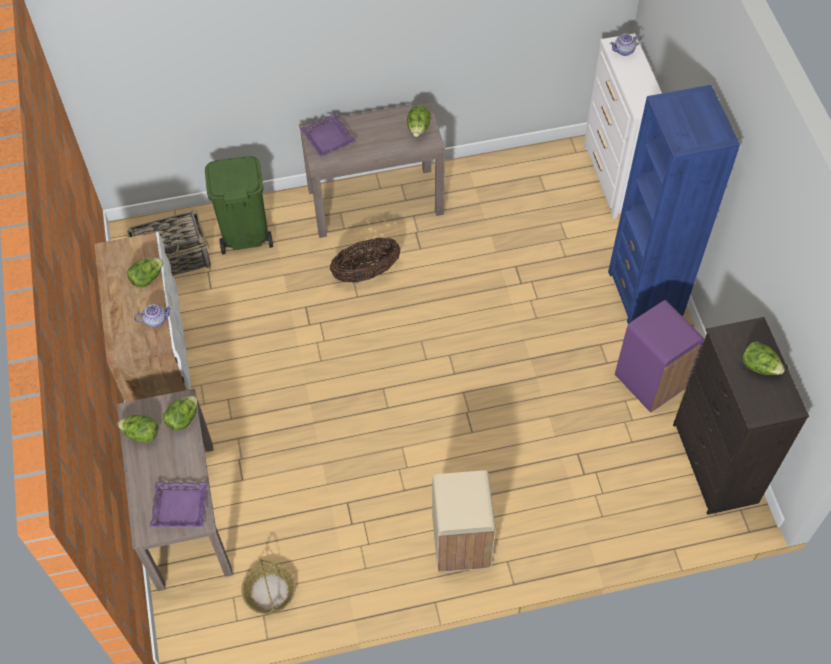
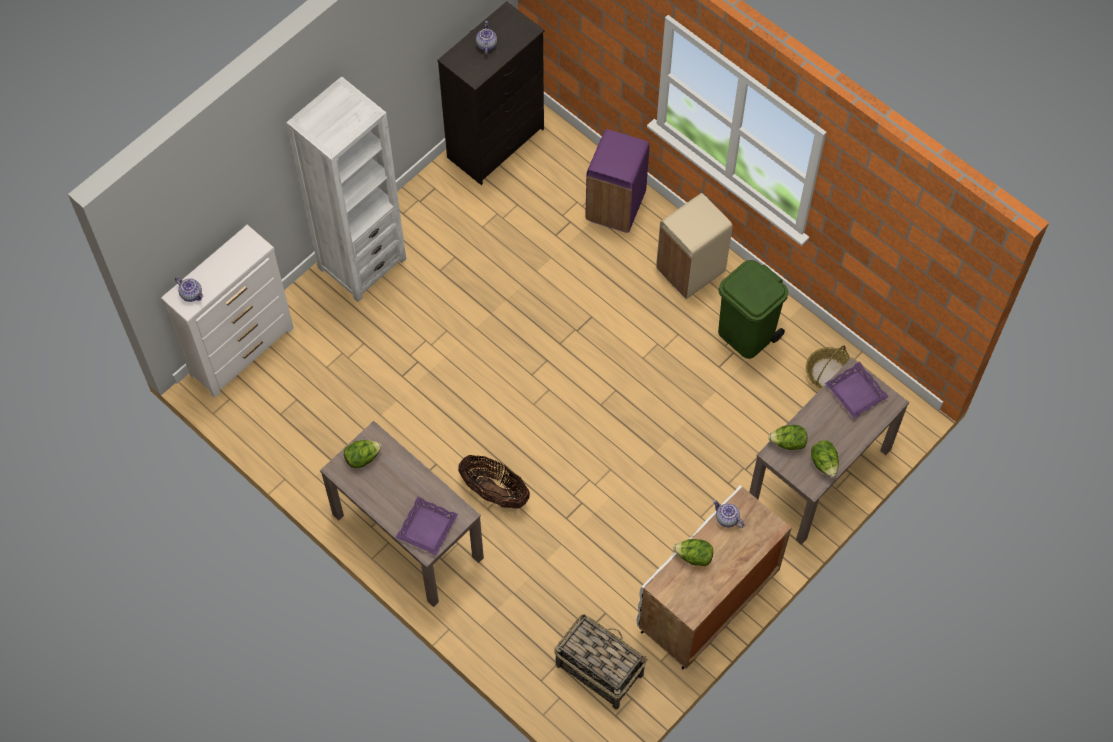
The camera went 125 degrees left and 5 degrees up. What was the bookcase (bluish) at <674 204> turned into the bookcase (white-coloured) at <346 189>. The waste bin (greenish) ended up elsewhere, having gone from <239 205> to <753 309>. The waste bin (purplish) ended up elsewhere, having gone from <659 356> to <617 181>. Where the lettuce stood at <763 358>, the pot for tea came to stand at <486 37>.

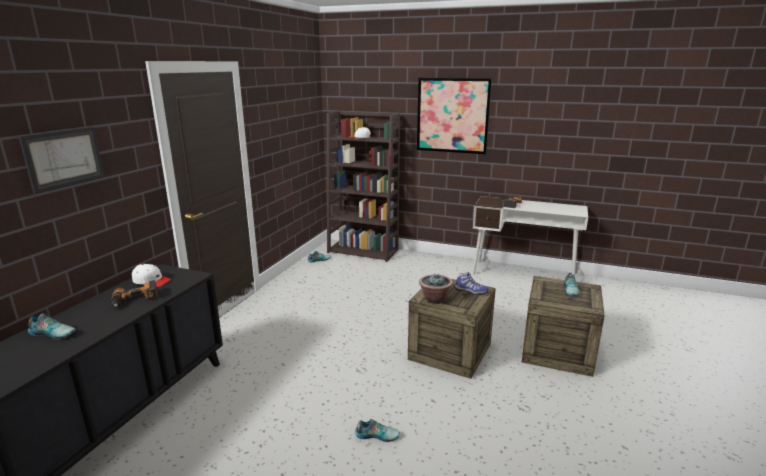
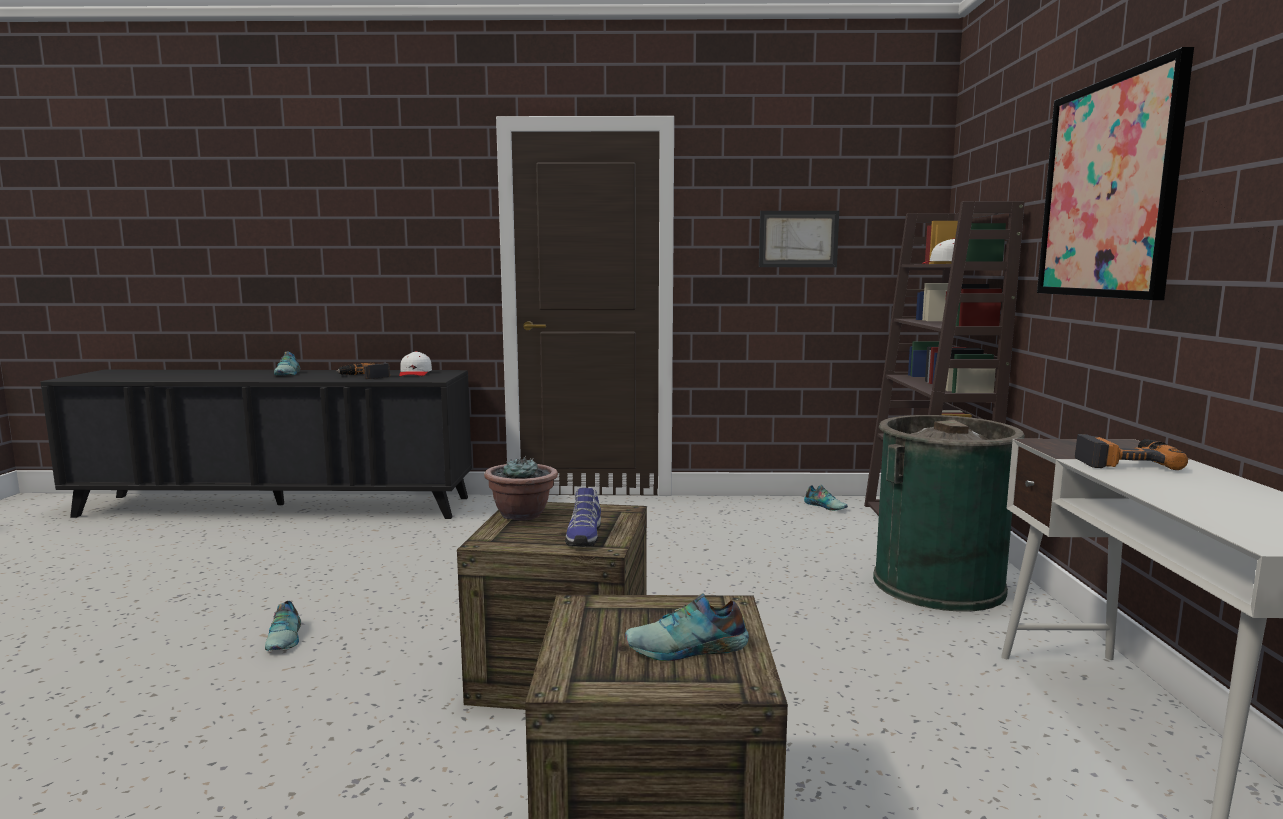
The camera went 70 degrees right and 10 degrees down. The picture ended up elsewhere, having gone from <61 160> to <799 239>. The second view gained the waste bin (greenish) at <949 513>.

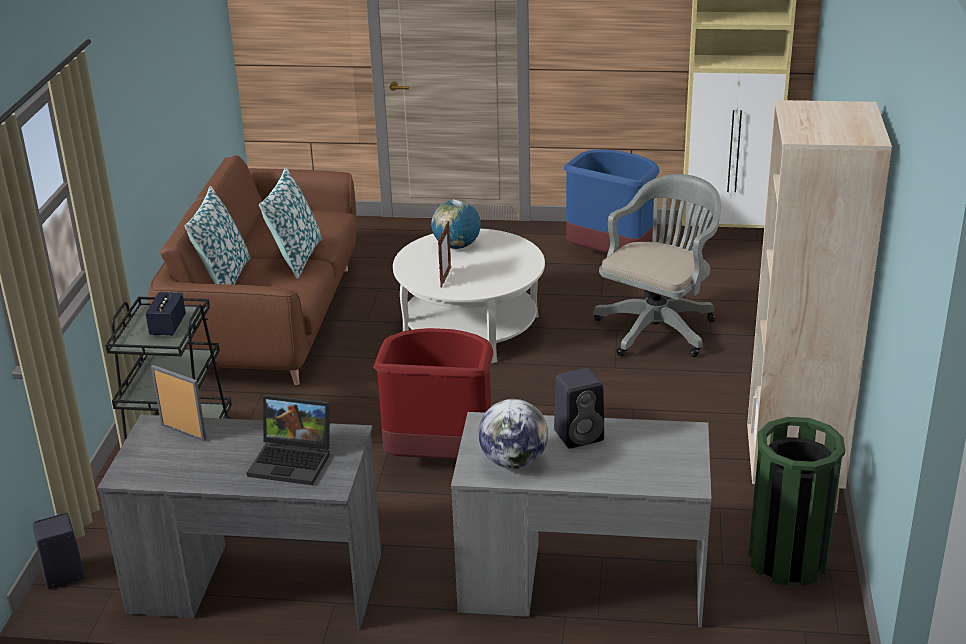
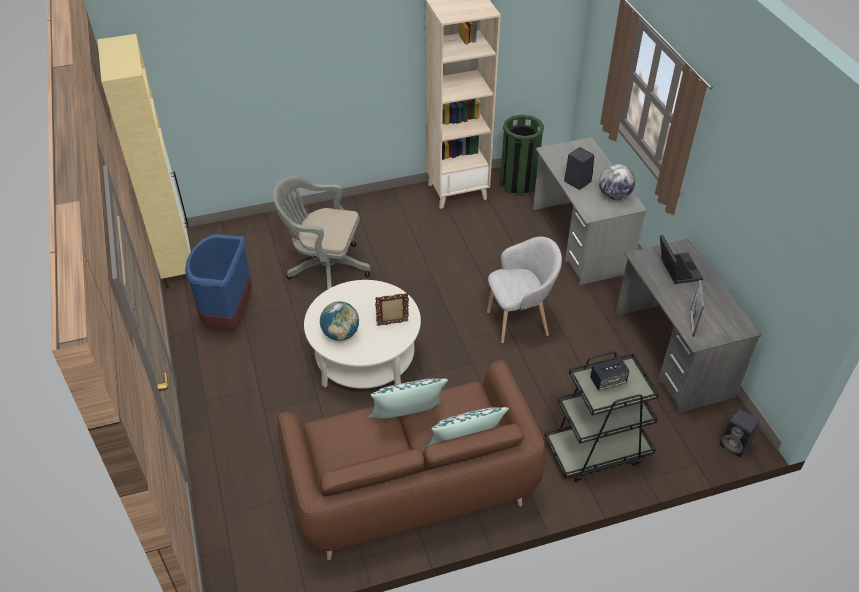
The camera went 115 degrees left and 15 degrees up. Where the waste bin (red-coloured) stood at <433 394>, the armchair (greyish) came to stand at <524 290>.

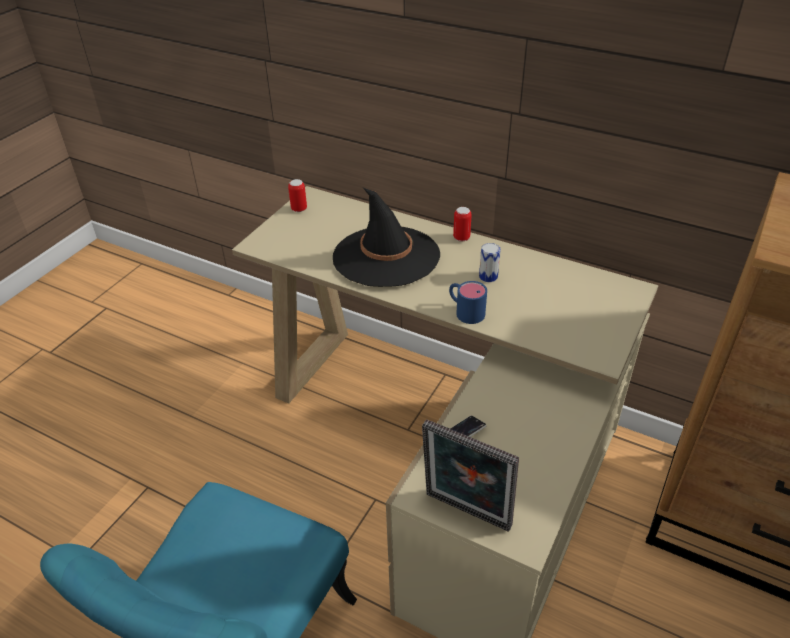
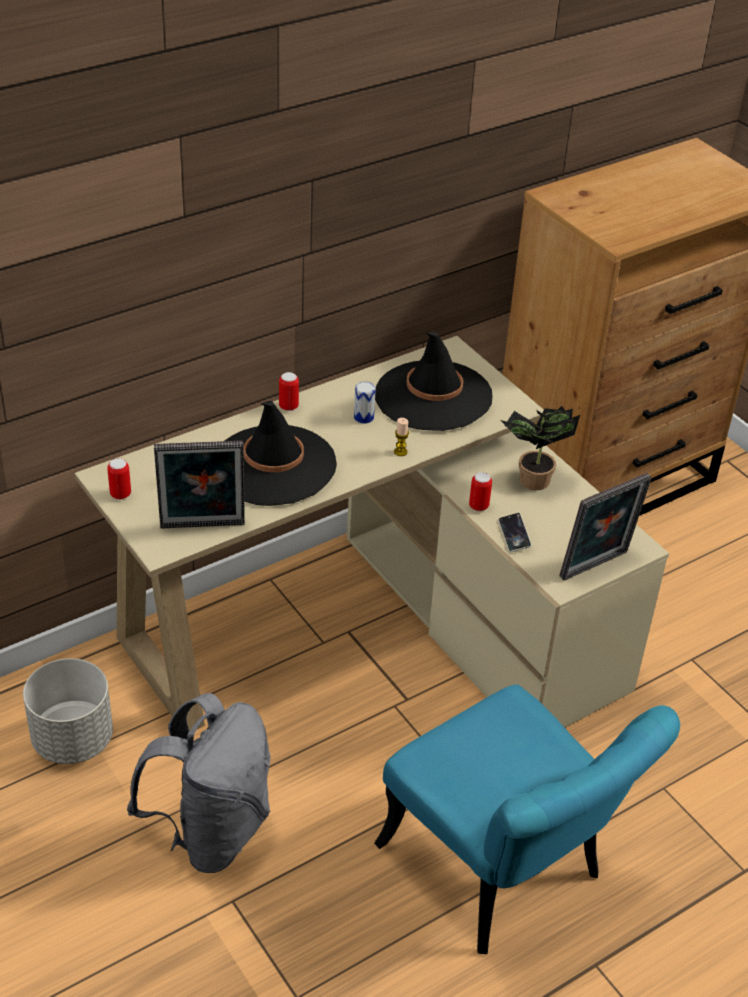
The camera went 65 degrees left and 0 degrees up. Where the tea mug (bluish) stood at <468 302>, the wax light came to stand at <401 437>. The second view gained the hat (black) at <433 381>. The second view gained the houseplant at <540 448>. The second view gained the standing frame at <199 485>. The second view gained the sealed can at <480 491>. The second view gained the planter (greyish) at <68 711>. The second view gained the knapsack (greyish) at <199 783>.

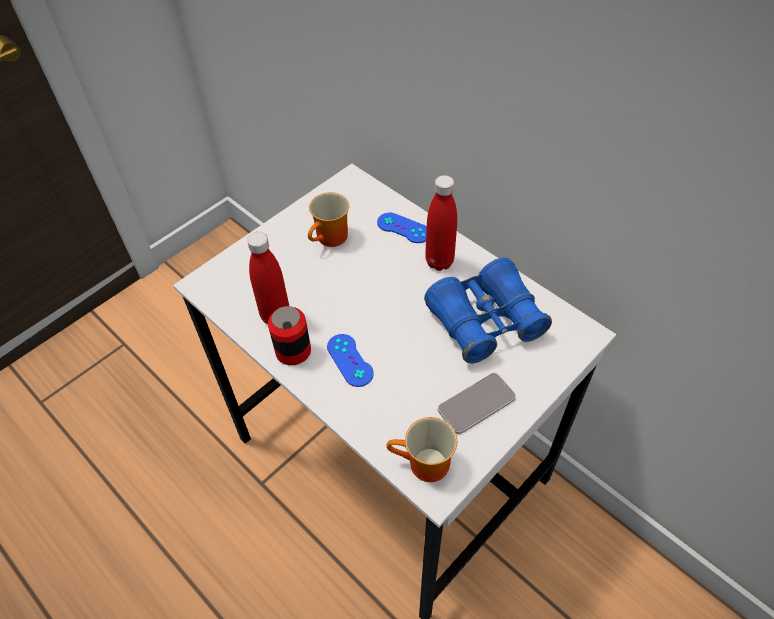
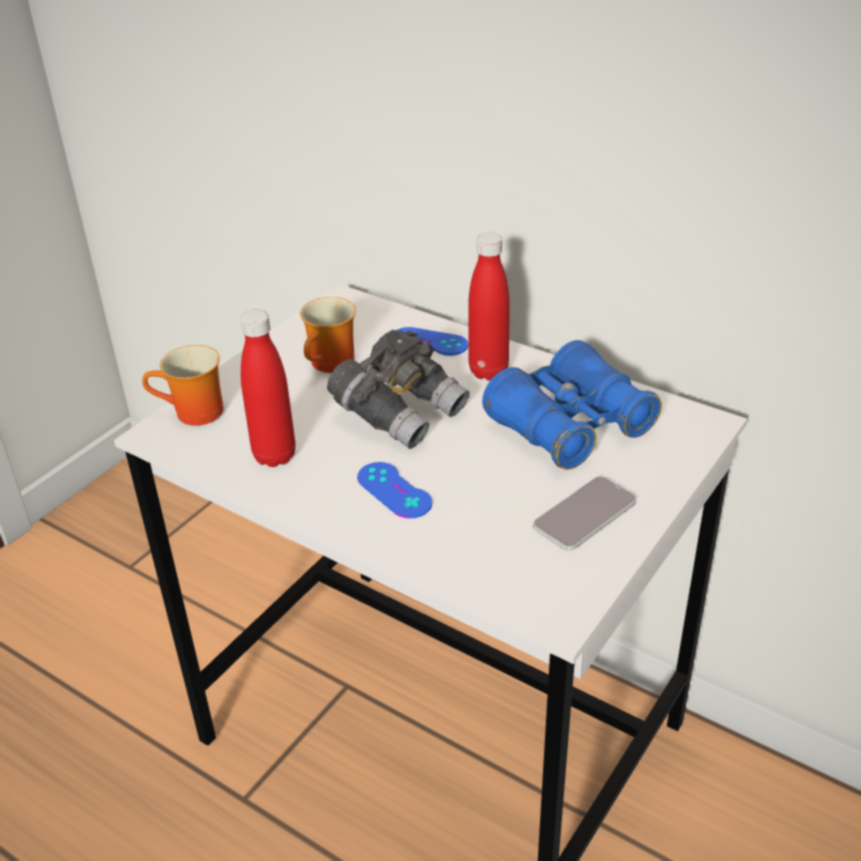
The camera went 10 degrees left and 15 degrees down. The second view lost the sealed can at <289 335>. The tea mug ended up elsewhere, having gone from <422 449> to <182 385>. The second view gained the binoculars (greyish) at <398 389>.

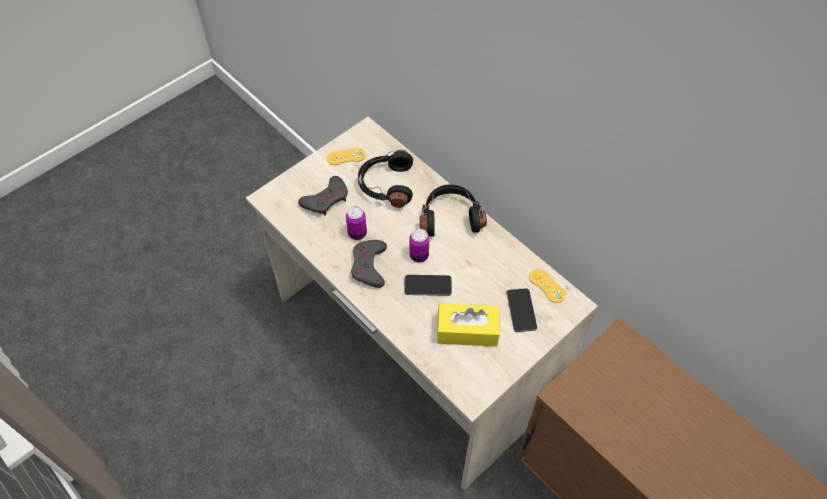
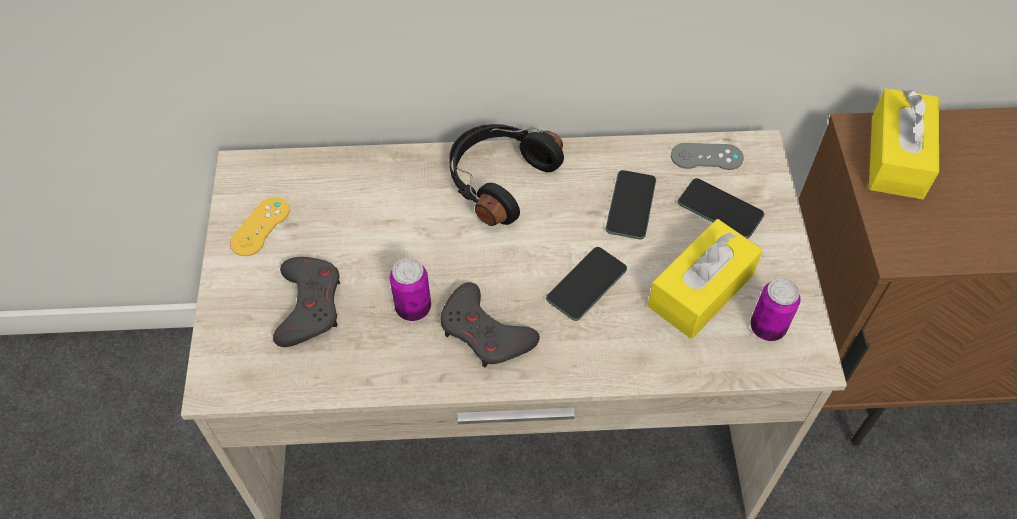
The camera went 50 degrees left and 0 degrees up. The second view lost the headset (black) at <385 179>. The sealed can ended up elsewhere, having gone from <419 245> to <775 309>. What was the joypad (yellow) at <547 286> turned into the joypad (greyish) at <707 156>. The second view gained the box of tissues (yellow) at <904 143>. The second view gained the handset at <631 204>.

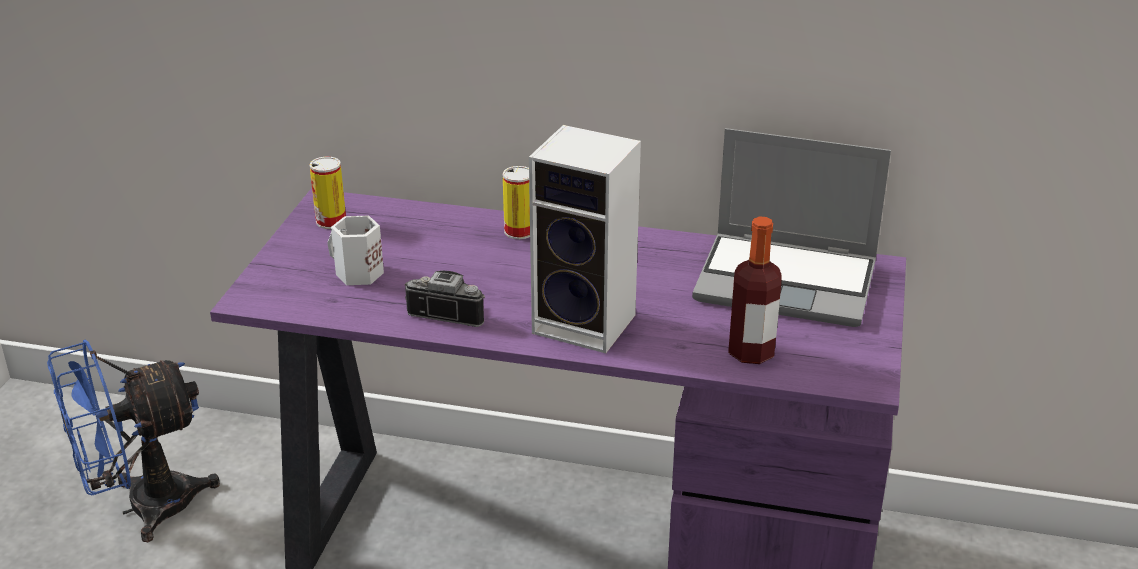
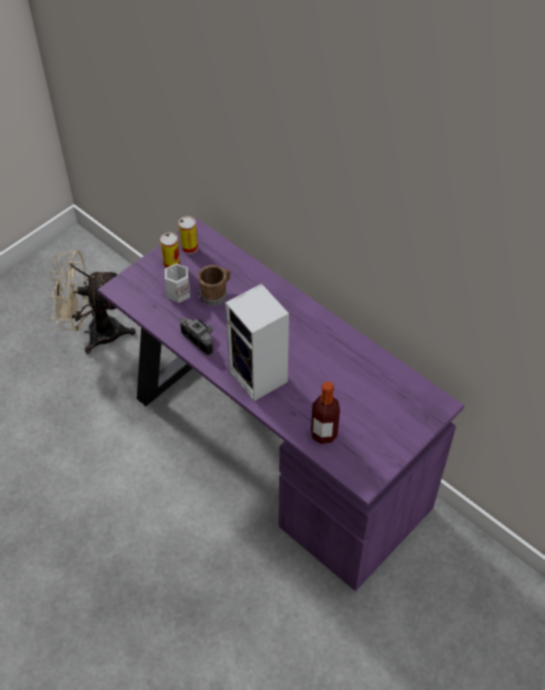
The camera went 30 degrees right and 20 degrees up. The second view lost the portable computer at <791 227>. The sealed can ended up elsewhere, having gone from <516 202> to <170 250>. What was the cooling fan (bluish) at <133 441> turned into the cooling fan (beige) at <92 302>. The second view gained the tea mug (brown-coloured) at <214 285>.

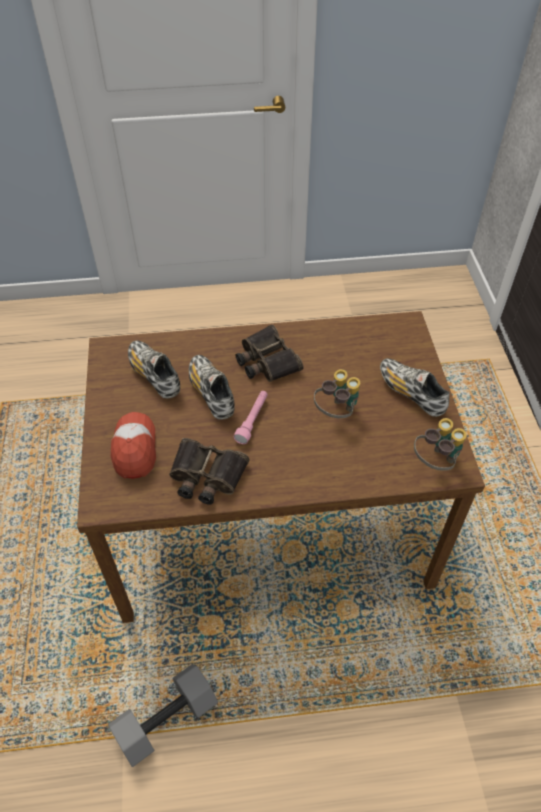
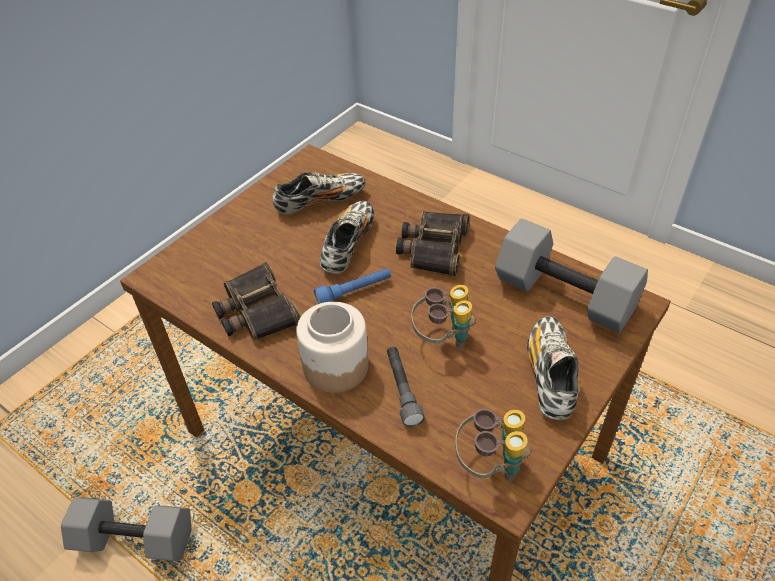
The camera went 45 degrees right and 5 degrees down. The item of footwear at <154 369> ended up facing another way, 60 degrees clockwise from before. What was the hand torch (pink) at <250 417> turned into the hand torch (bluish) at <352 286>. The second view lost the peaked cap at <133 445>. The second view gained the free weight (greyish) at <571 275>. The second view gained the storage jar at <332 347>. The second view gained the hand torch (greyish) at <406 387>.

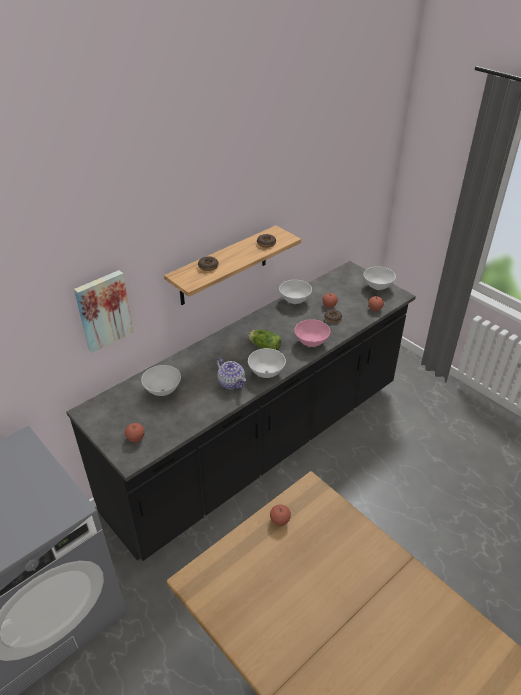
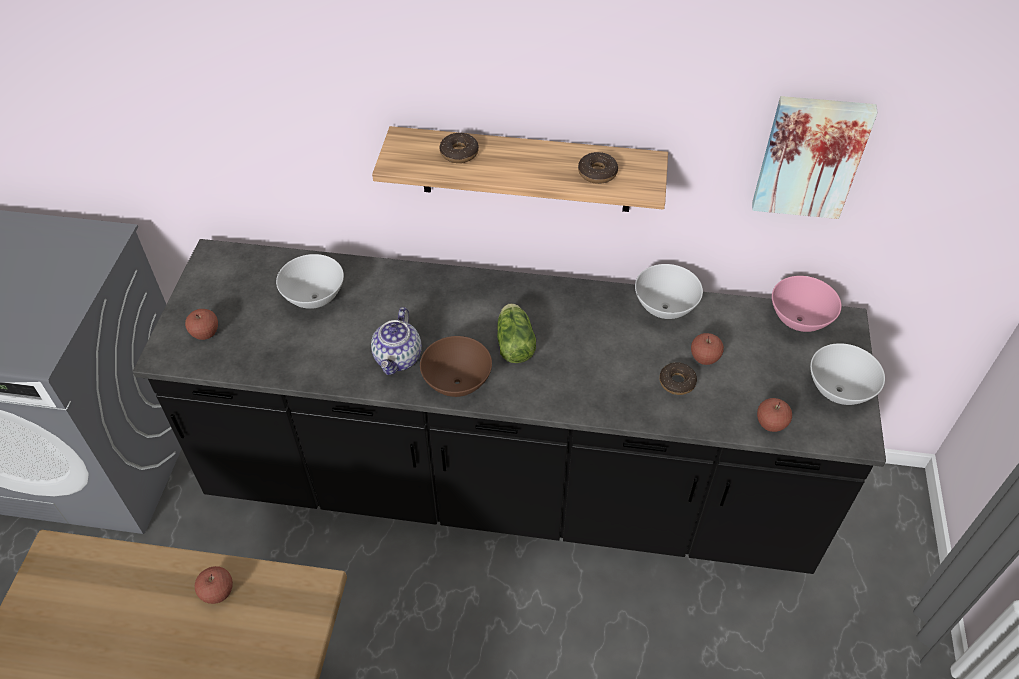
The camera went 50 degrees right and 10 degrees up. The picture ended up elsewhere, having gone from <103 311> to <815 157>. The serving bowl (pink) ended up elsewhere, having gone from <312 333> to <807 304>. What was the serving bowl (white-coloured) at <267 363> turned into the serving bowl (brown-coloured) at <456 366>.

